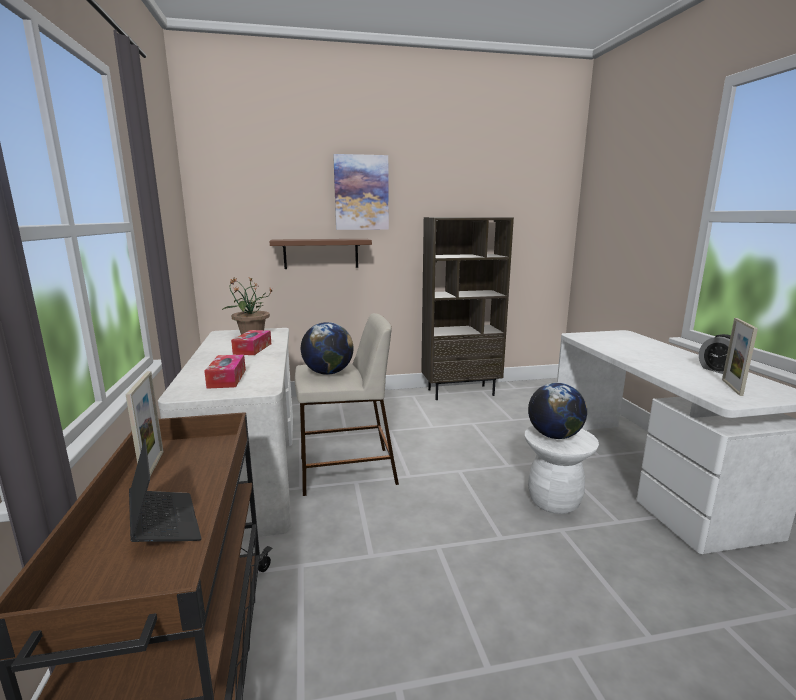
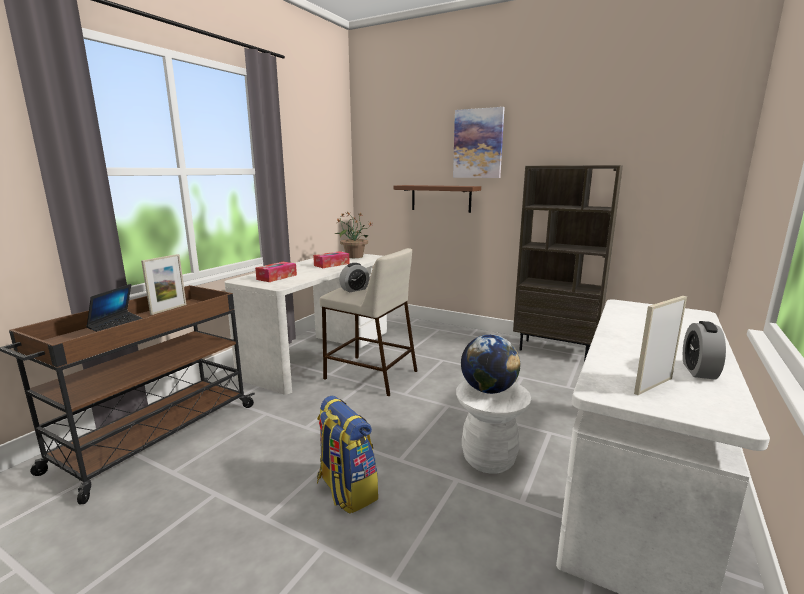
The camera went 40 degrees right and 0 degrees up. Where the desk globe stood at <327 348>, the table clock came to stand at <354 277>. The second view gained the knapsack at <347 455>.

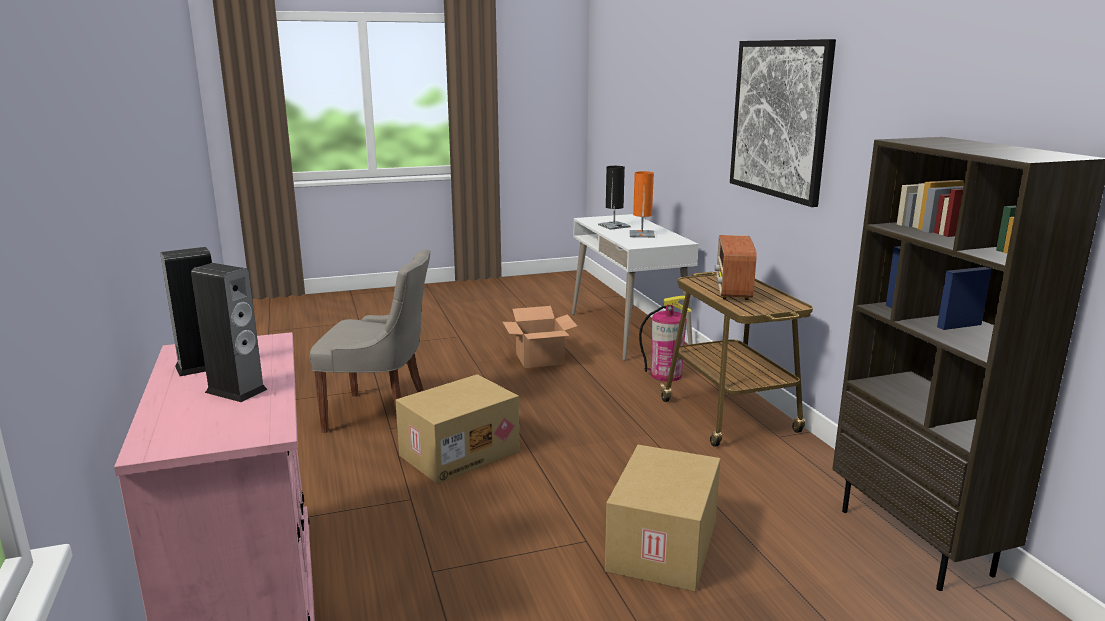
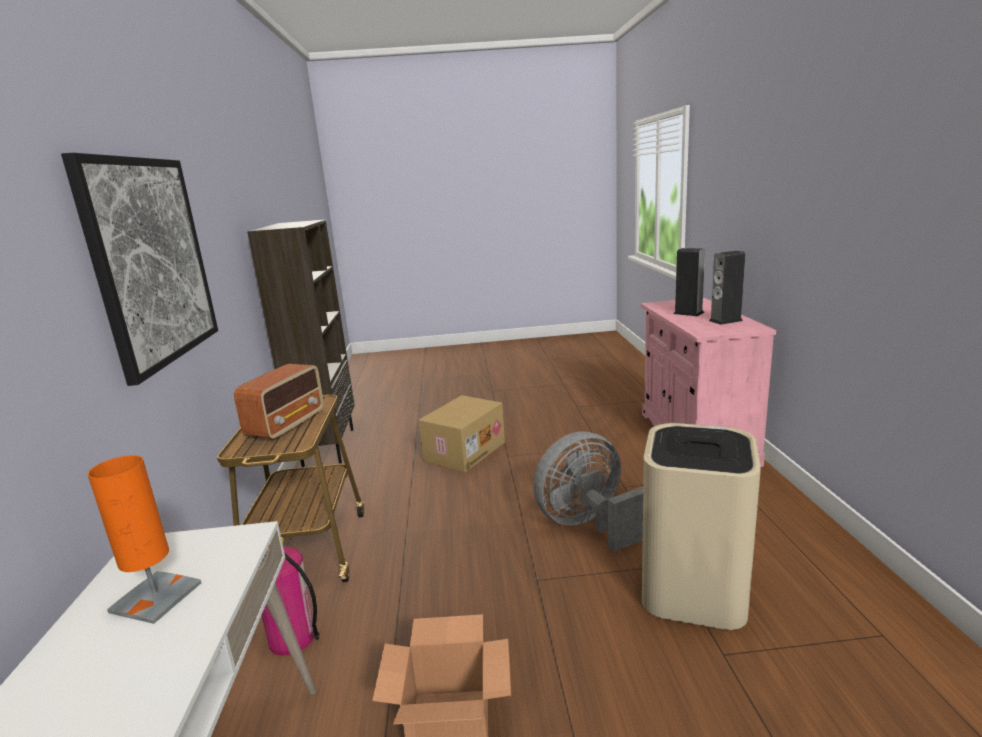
The camera went 165 degrees left and 0 degrees up. The second view lost the tabletop lamp (black) at <614 198>. Where the upright chair (greyish) stood at <370 341>, the waste bin (beige) came to stand at <701 526>. Where the carton stood at <457 429>, the cooling fan (greyish) came to stand at <588 491>.

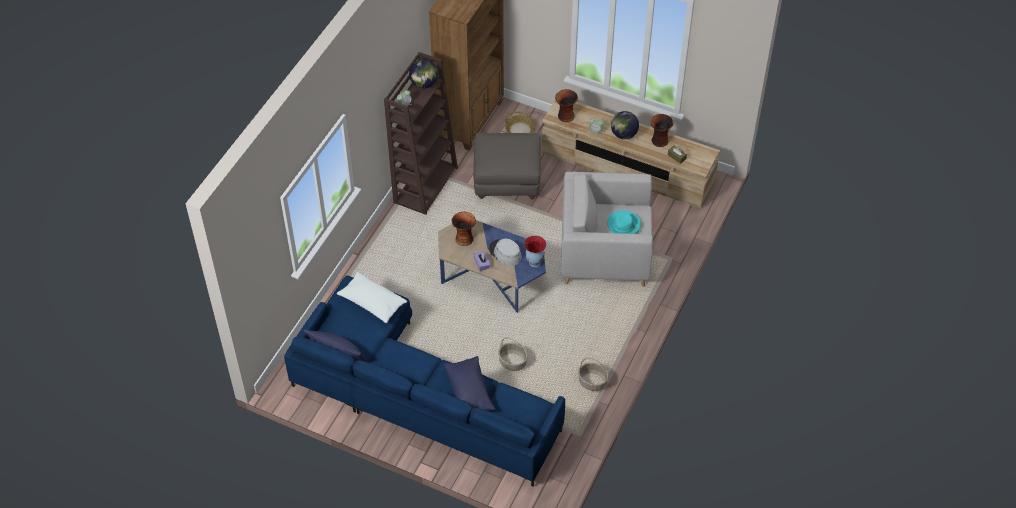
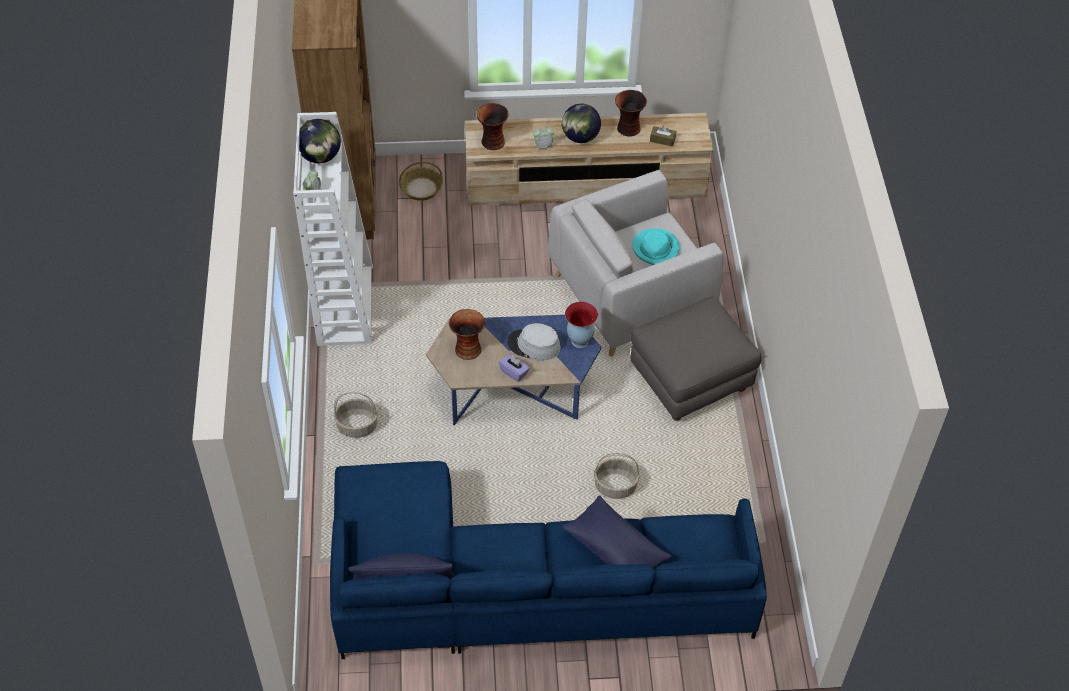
The camera went 30 degrees left and 0 degrees up. What was the bookcase (brown-coloured) at <421 133> turned into the bookcase (white-coloured) at <333 229>. The pouffe (greyish) ended up elsewhere, having gone from <507 166> to <696 358>. The second view lost the pillow (white-coloured) at <372 297>. The household basket ended up elsewhere, having gone from <593 374> to <356 415>.

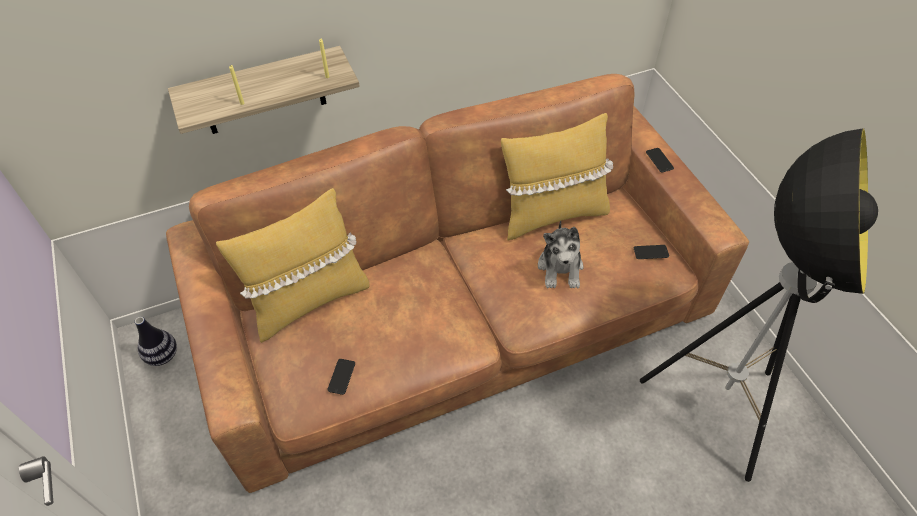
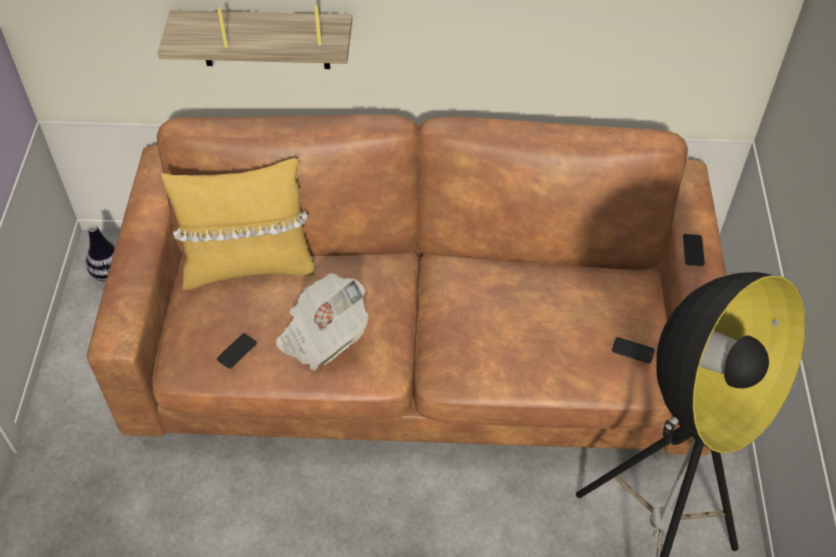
The camera went 25 degrees right and 0 degrees up. The second view lost the pillow (yellow) at <557 177>. The second view lost the soft toy at <561 255>. The second view gained the newspaper at <322 322>.

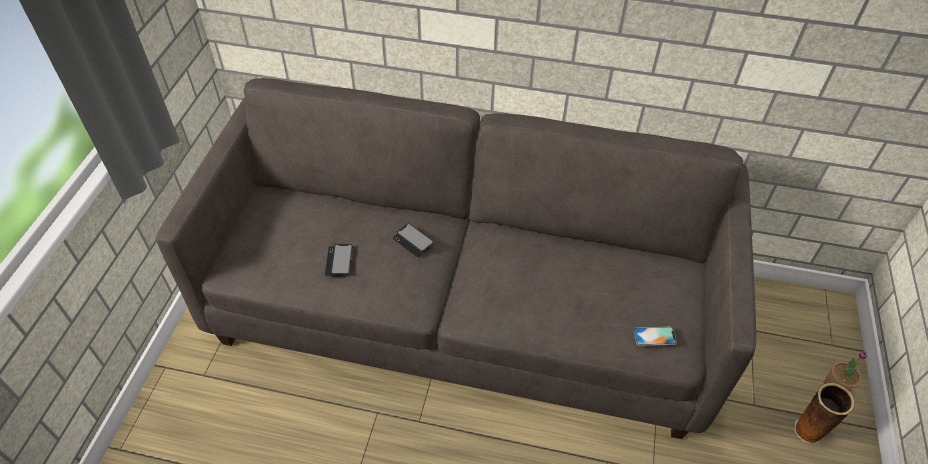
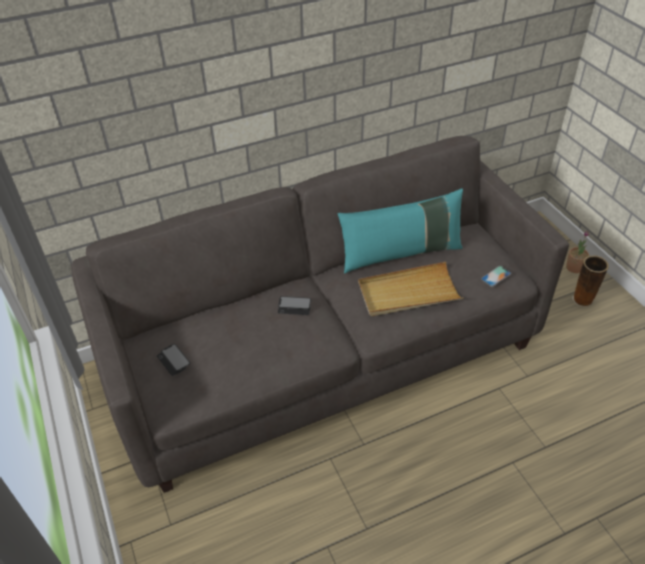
The camera went 35 degrees left and 5 degrees down. The handset ended up elsewhere, having gone from <339 260> to <173 360>. The second view gained the pillow (turquoise-coloured) at <400 230>. The second view gained the serving tray (beige) at <411 289>.

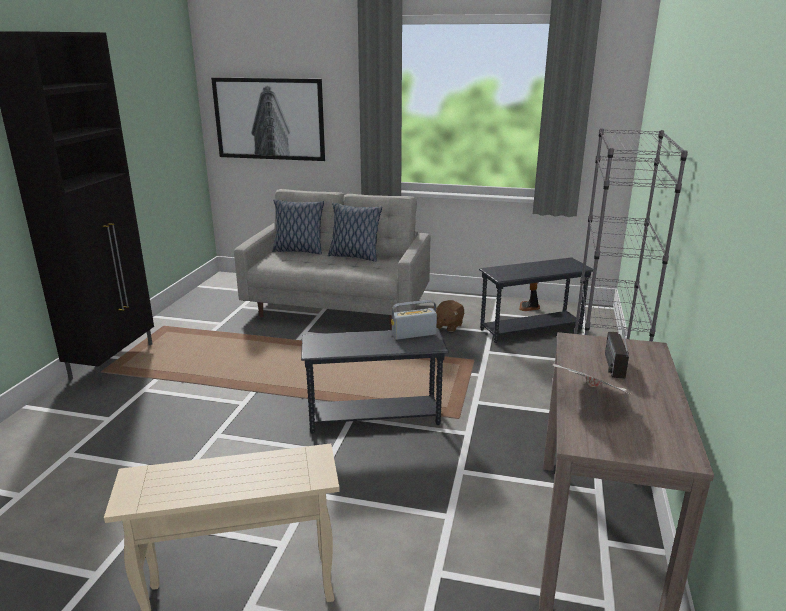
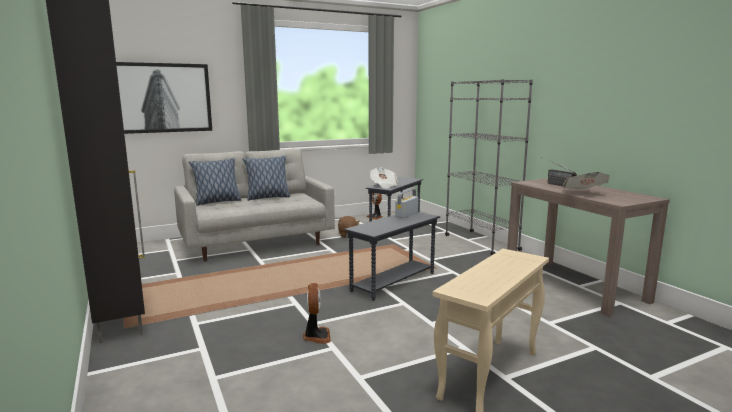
The camera went 40 degrees left and 10 degrees down. The second view gained the newspaper at <384 177>. The second view gained the cooling fan at <317 313>.

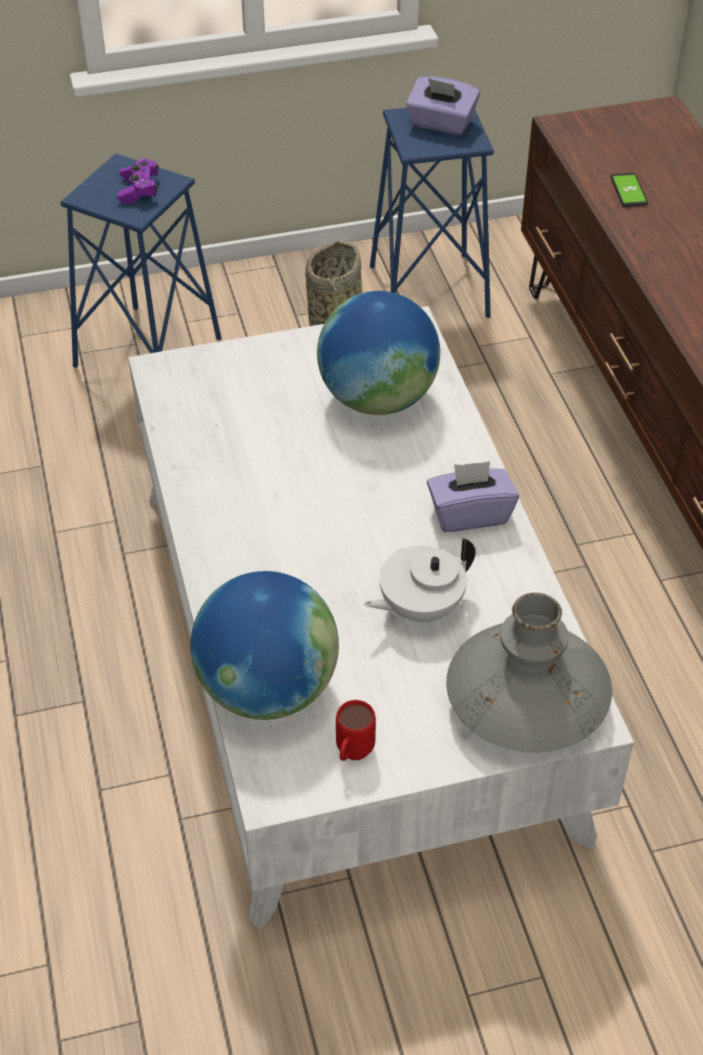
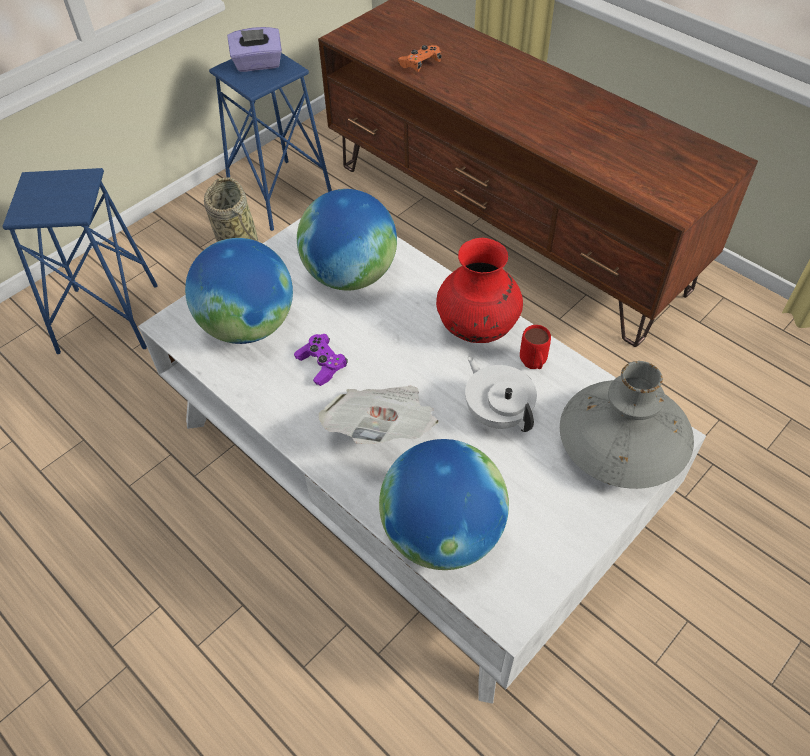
The camera went 30 degrees left and 5 degrees up. The joypad (purplish) ended up elsewhere, having gone from <138 181> to <321 360>. Where the handset stood at <629 190>, the joypad (orange-coloured) came to stand at <420 58>. Where the box of tissues (purplish) stood at <473 496>, the vase (red-coloured) came to stand at <479 290>. The pot for tea (white-coloured) at <420 580> ended up facing another way, 120 degrees clockwise from before. The tea mug (red-coloured) ended up elsewhere, having gone from <356 730> to <535 347>. The second view gained the desk globe at <239 291>. The second view gained the newspaper at <378 415>.

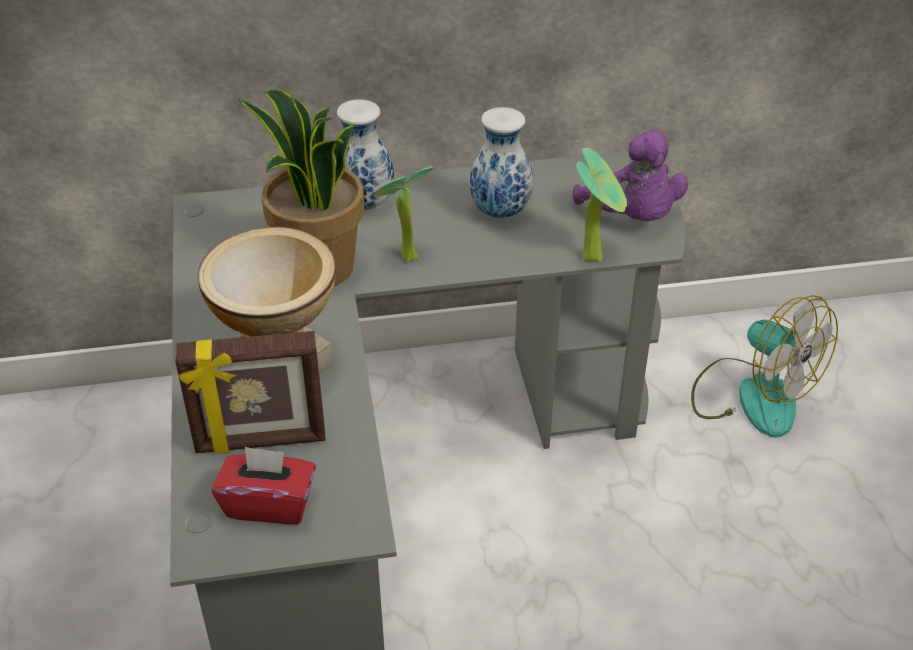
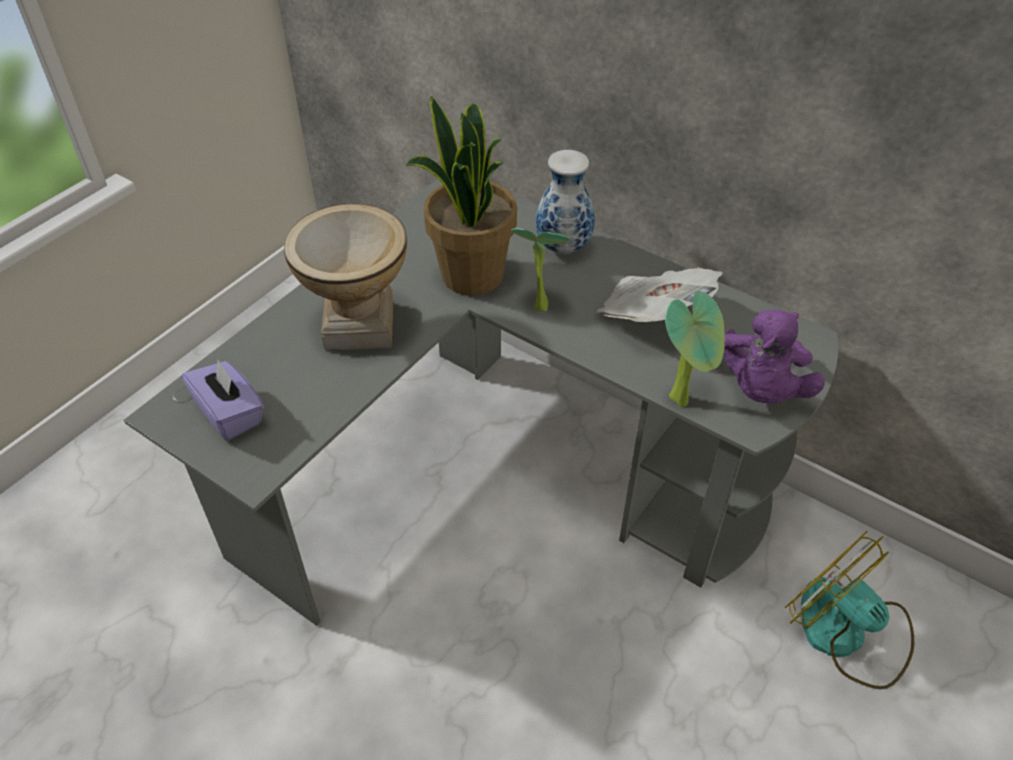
The camera went 45 degrees right and 5 degrees up. Where the vase stood at <501 163>, the newspaper came to stand at <659 295>. The cooling fan at <764 366> ended up facing another way, 135 degrees clockwise from before. The second view lost the standing frame at <250 392>. What was the box of tissues (red-coloured) at <264 485> turned into the box of tissues (purplish) at <223 400>.

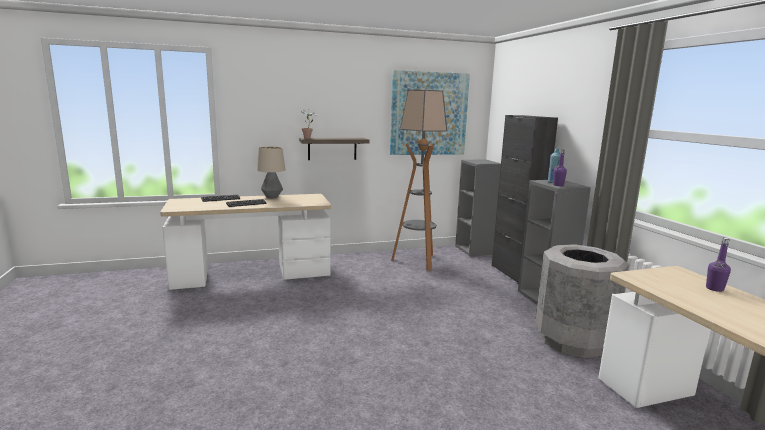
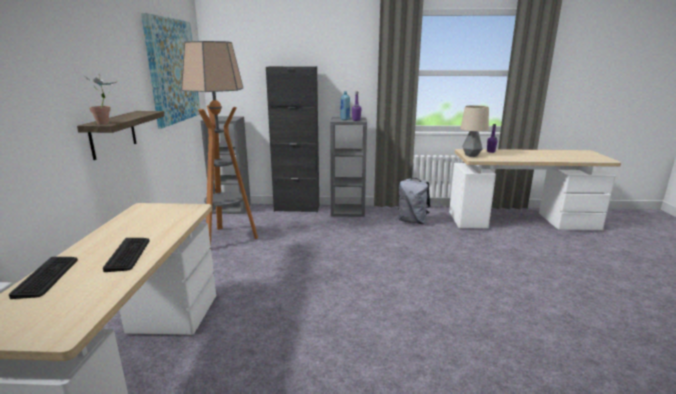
The camera went 70 degrees left and 5 degrees up. The tabletop lamp ended up elsewhere, having gone from <271 173> to <474 131>. Where the waste bin (greyish) stood at <582 301>, the knapsack (greyish) came to stand at <414 201>.

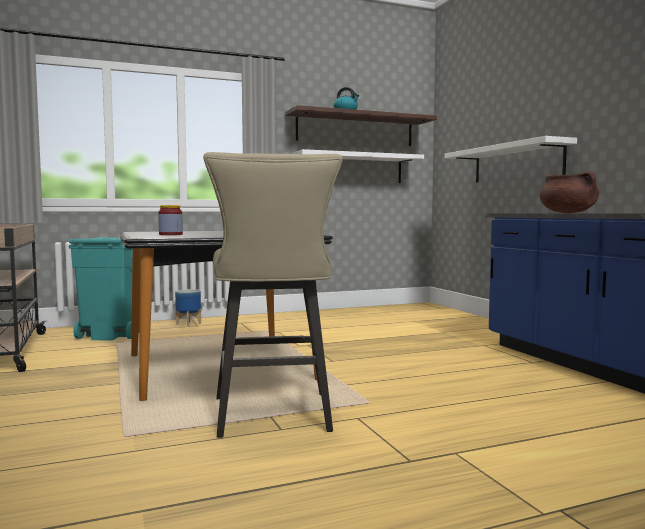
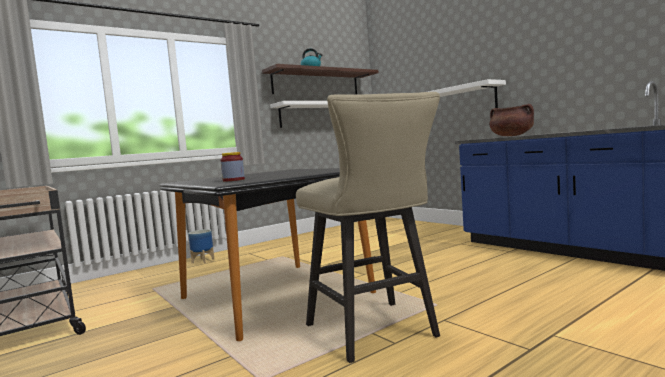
The camera went 15 degrees left and 0 degrees up. The second view lost the waste bin (turquoise-coloured) at <104 288>.

